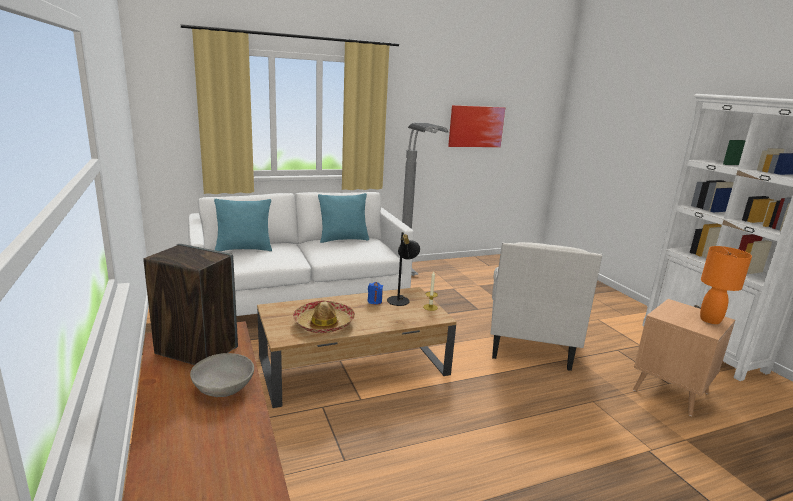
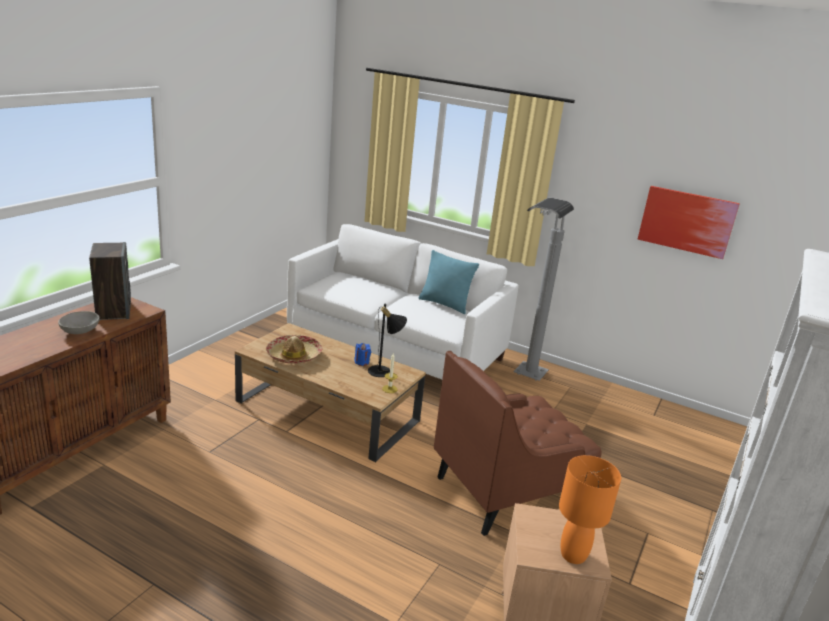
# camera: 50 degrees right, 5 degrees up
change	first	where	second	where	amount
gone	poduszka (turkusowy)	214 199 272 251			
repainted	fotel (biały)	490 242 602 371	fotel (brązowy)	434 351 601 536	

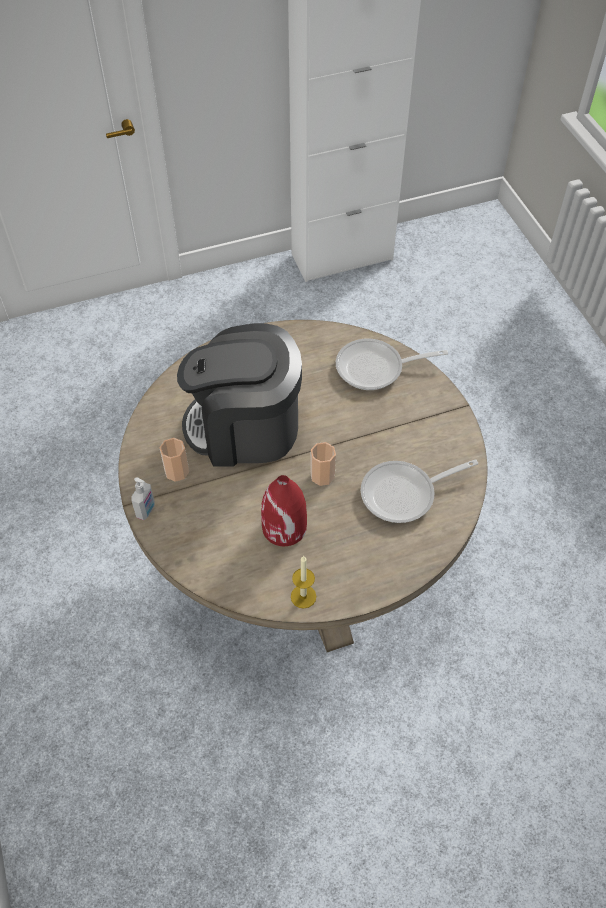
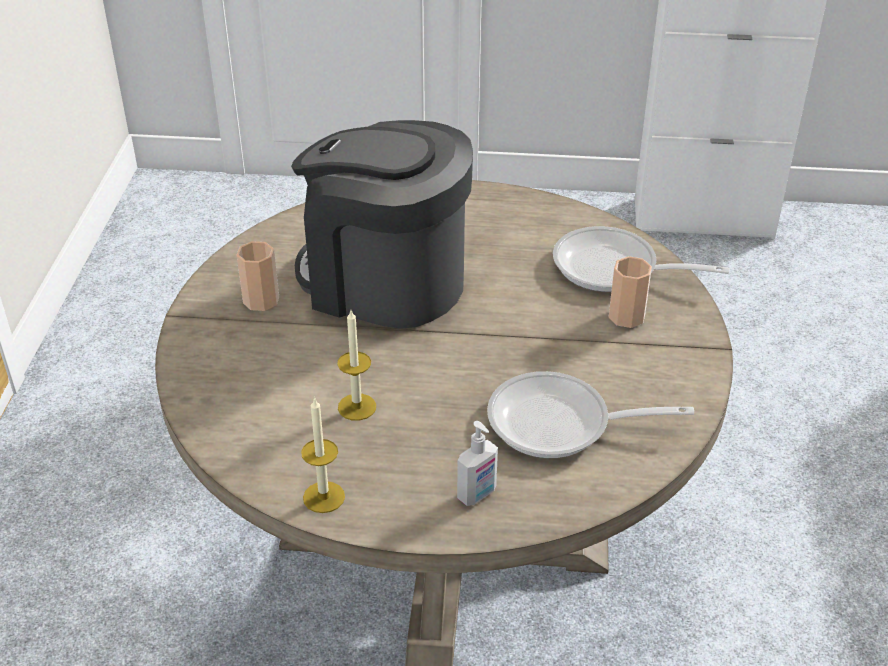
# camera: 25 degrees right, 15 degrees down
change	first	where	second	where	amount
shifted	dozownik mydła	131 477 155 520		457 421 498 506	
swapped	wazon (czerwony)	261 475 307 546	świeca	337 310 376 420	
shifted	filiżanka	310 442 336 486		609 256 652 328	

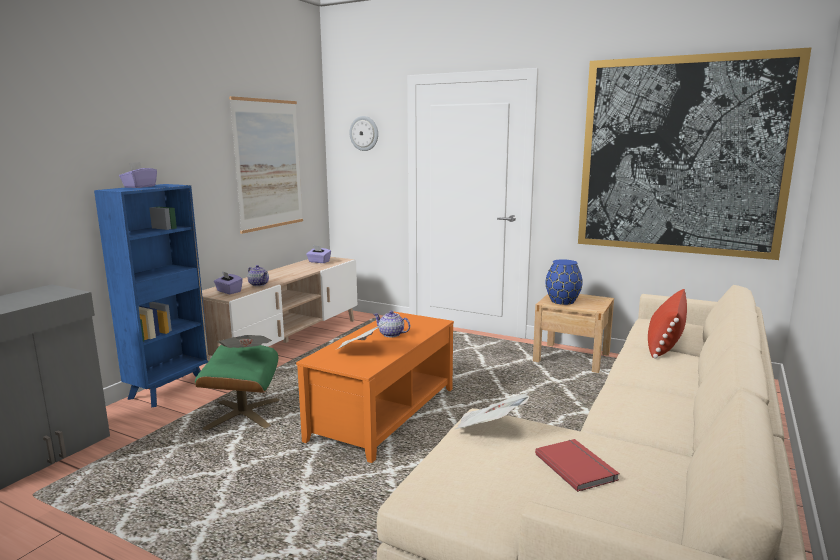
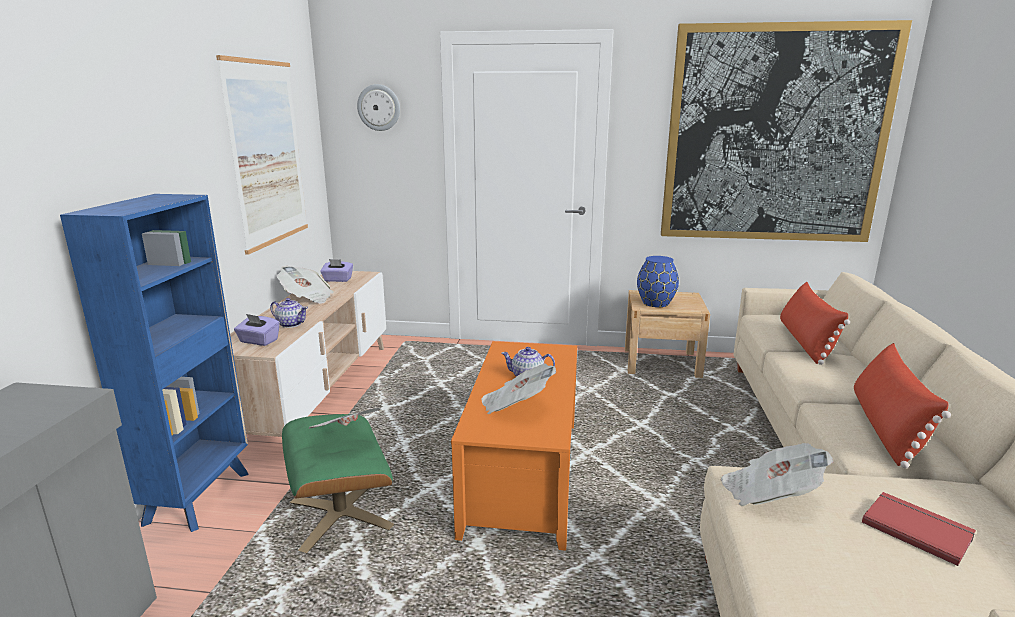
# camera: 20 degrees left, 5 degrees up
change	first	where	second	where	amount
gone	pudełko chusteczek (fioletowy)	119 162 157 188			
new			gazeta	277 266 334 304	
new			poduszka (czerwony)	854 343 951 468	

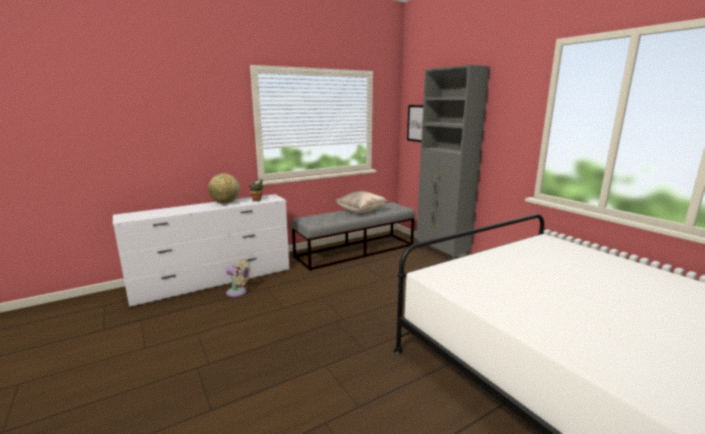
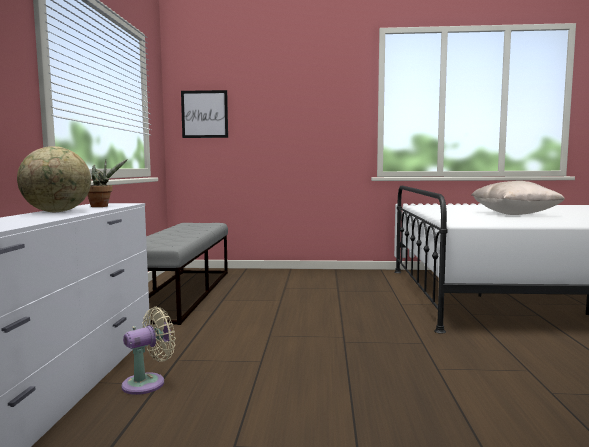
# camera: 55 degrees left, 10 degrees down
change	first	where	second	where	amount
shifted	poduszka (beżowy)	336 191 387 213		471 181 565 215	
gone	szafka (szary)	416 65 490 259			

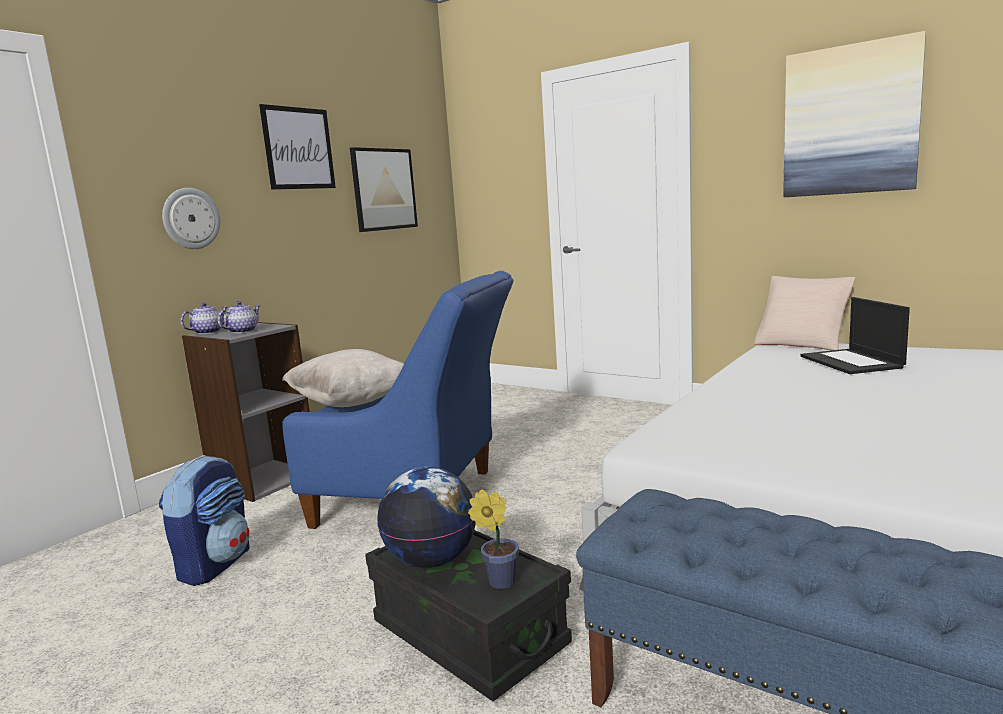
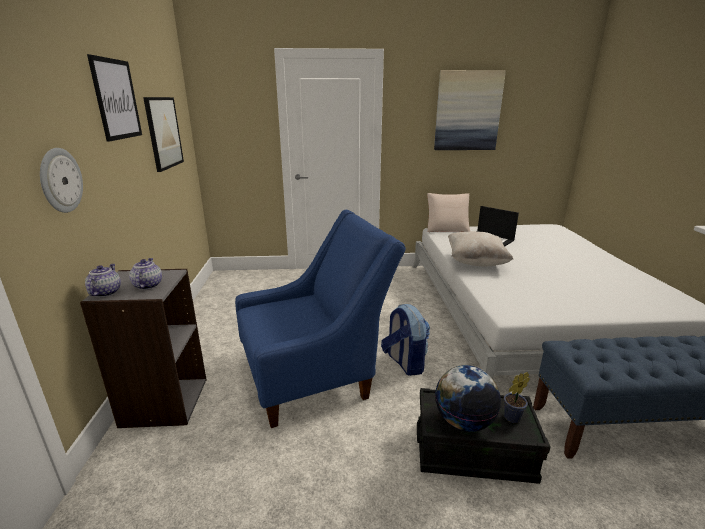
# camera: 40 degrees left, 10 degrees up
change	first	where	second	where	amount
shifted	plecak	159 455 250 586		381 304 430 376	
shifted	poduszka (beżowy)	282 349 404 407		448 231 513 266	

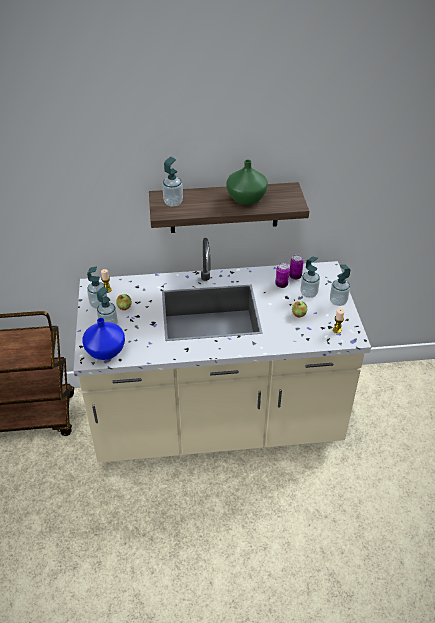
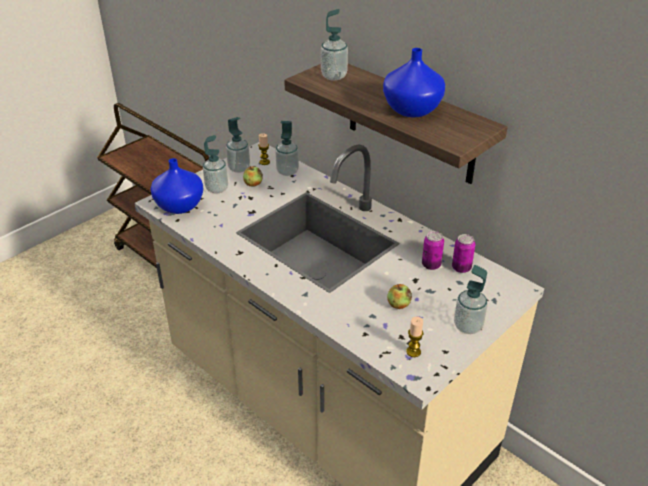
# camera: 50 degrees right, 5 degrees down
change	first	where	second	where	amount
repainted	wazon (zielony)	227 160 268 205	wazon (niebieski)	383 48 445 117	
shifted	dozownik mydła	300 257 320 298		275 121 299 176	

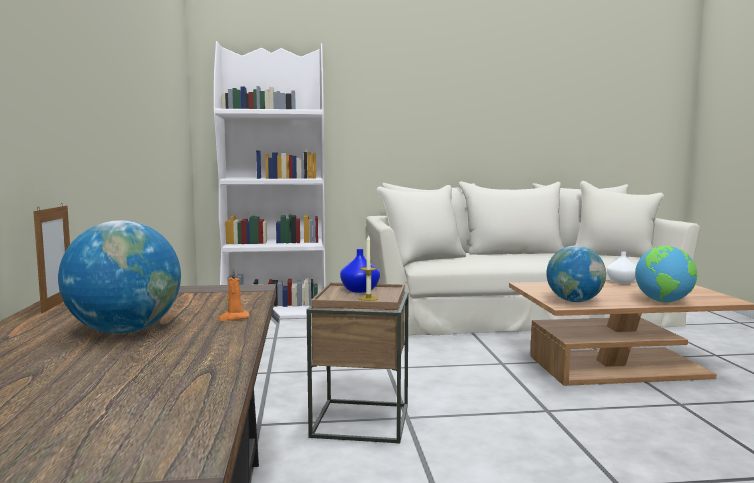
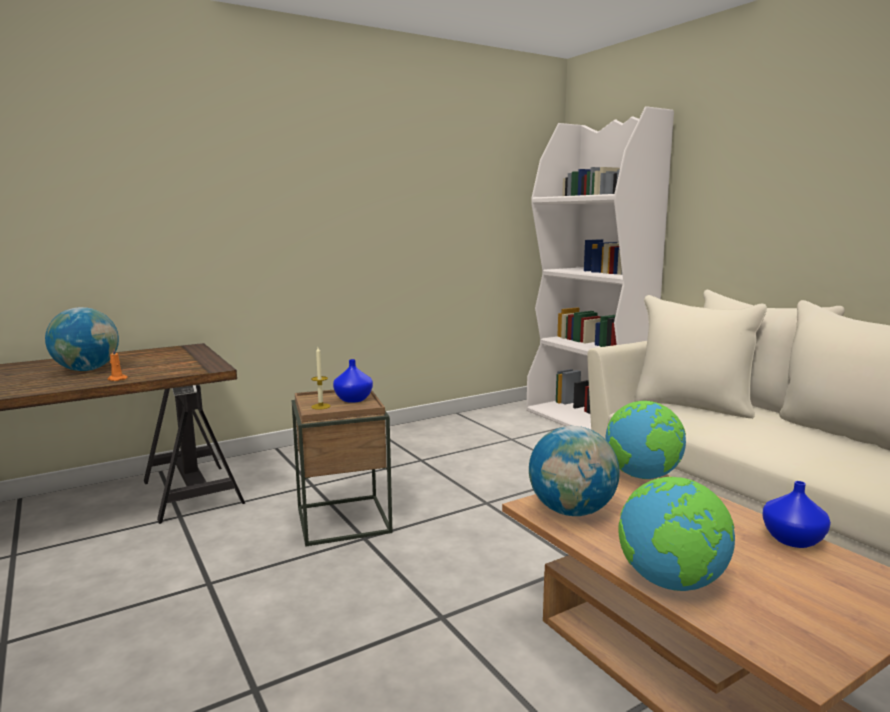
# camera: 65 degrees right, 5 degrees up
change	first	where	second	where	amount
gone	ramka na zdjęcie	33 204 70 313			
repainted	wazon (biały)	607 251 636 284	wazon (niebieski)	762 481 831 548	
new			globus	606 401 686 479	

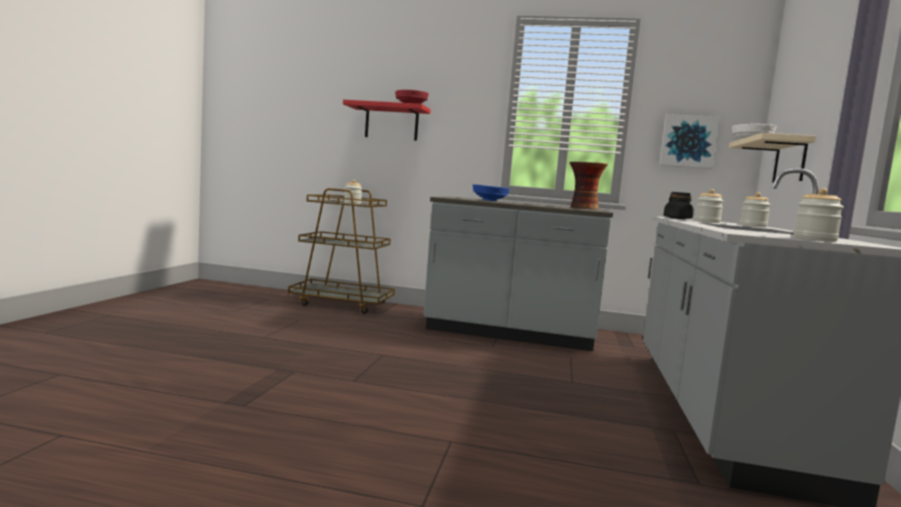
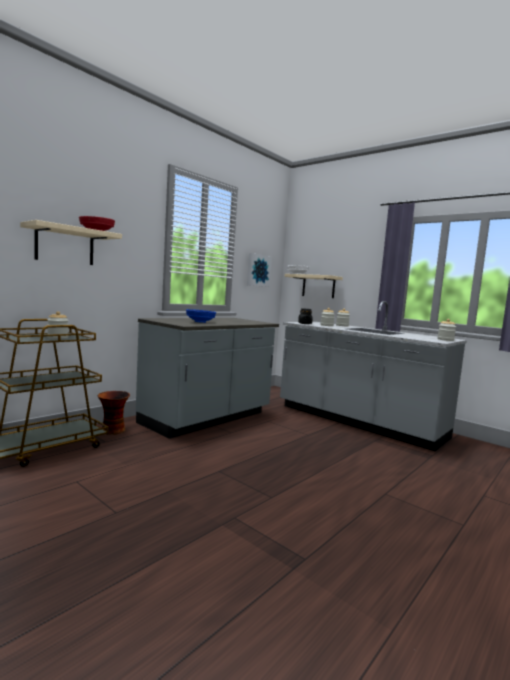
# camera: 60 degrees left, 0 degrees up
change	first	where	second	where	amount
repainted	półka (czerwony)	343 99 431 141	półka (beżowy)	20 220 122 265	
shifted	wazon	569 162 608 210		98 391 130 435	

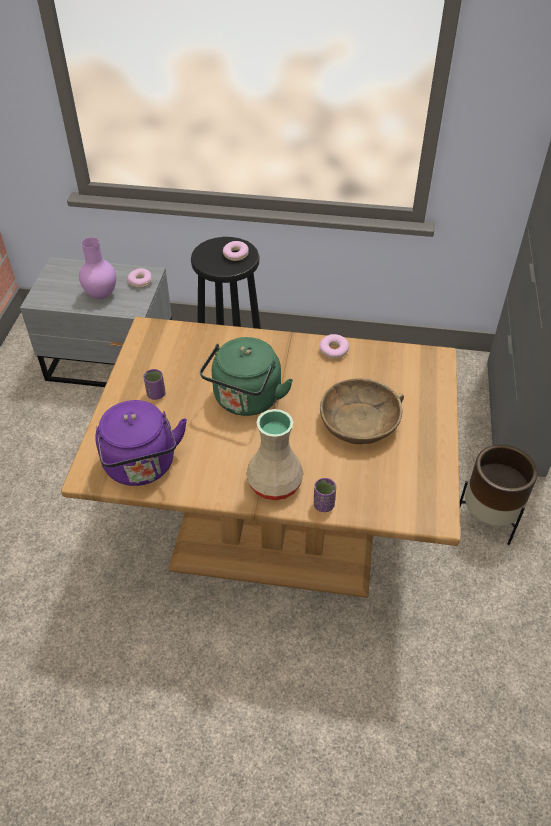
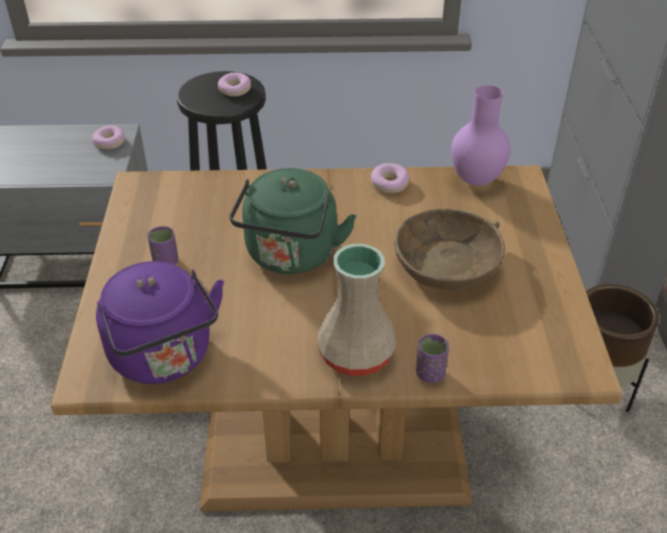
# camera: 10 degrees left, 5 degrees down
change	first	where	second	where	amount
shifted	wazon (fioletowy)	79 237 116 299		451 85 511 186	

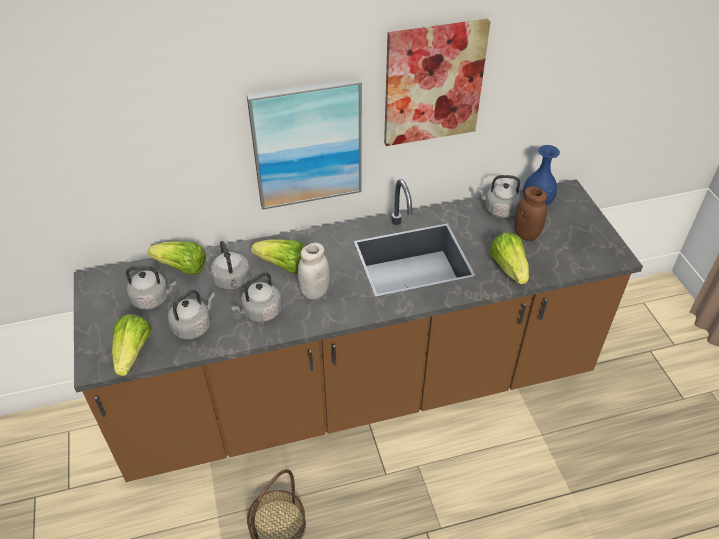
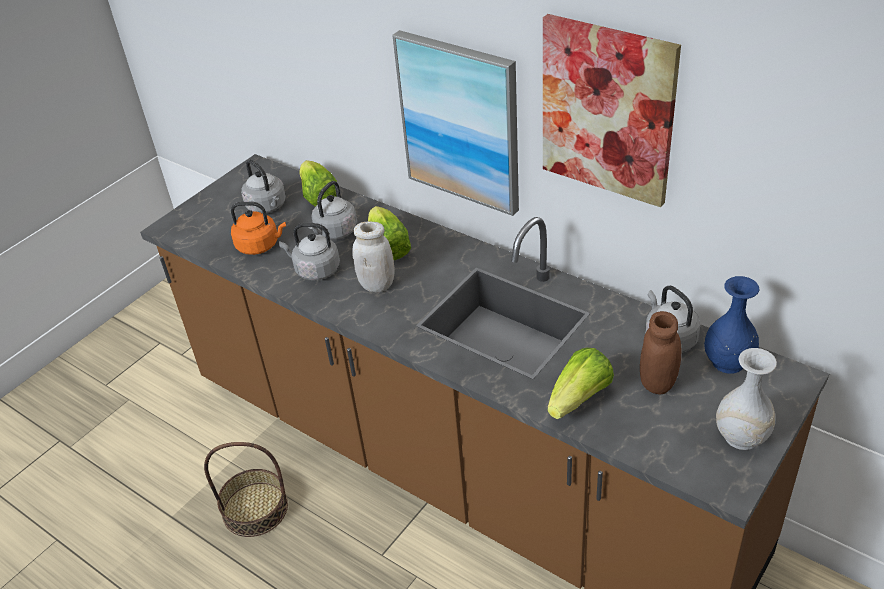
# camera: 55 degrees right, 5 degrees down
change	first	where	second	where	amount
gone	sałata	112 314 151 376			
repainted	czajnik (szary)	168 290 215 340	czajnik (pomarańczowy)	231 202 286 255	
new			wazon (biały)	716 348 777 450	

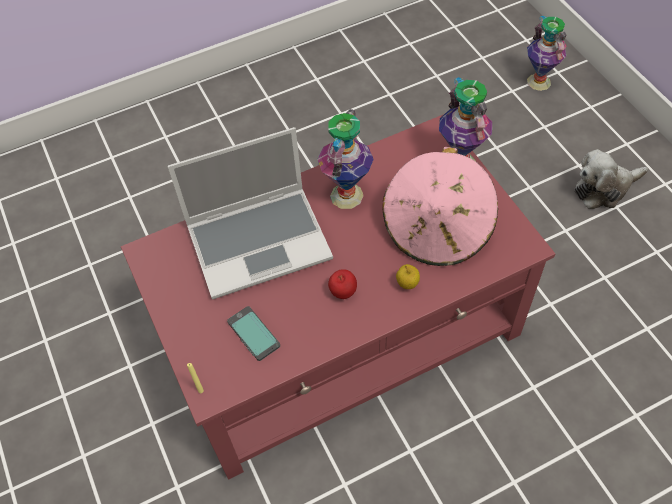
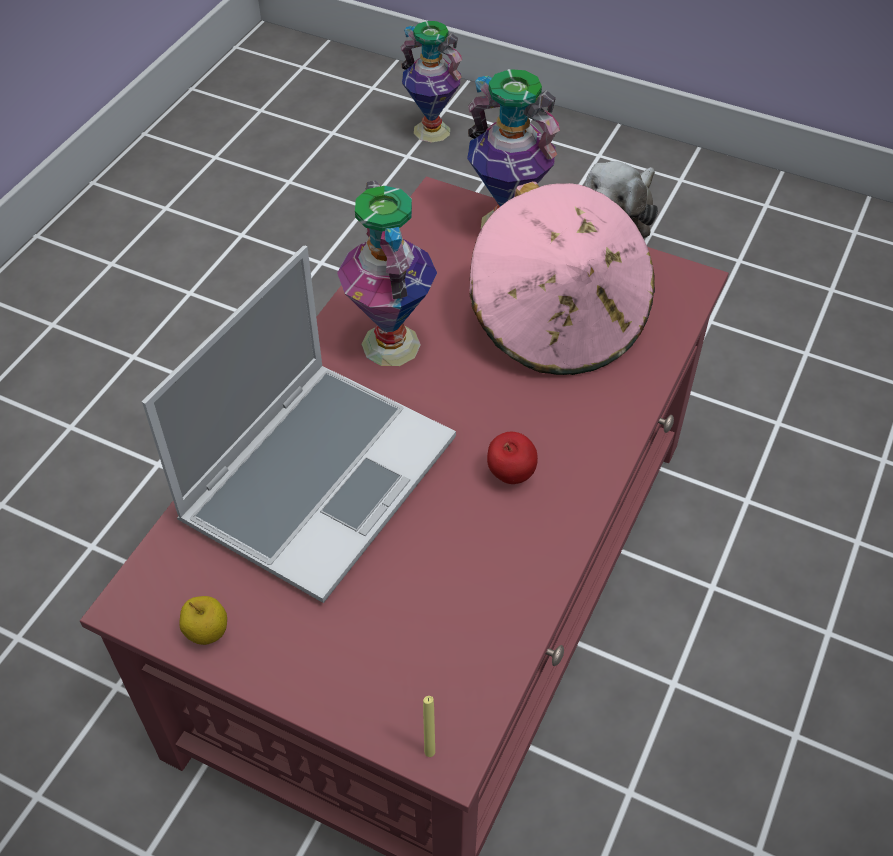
# camera: 40 degrees left, 5 degrees down
change	first	where	second	where	amount
gone	telefon	227 306 280 361			
shifted	jabłko	396 264 420 289		179 596 227 645	

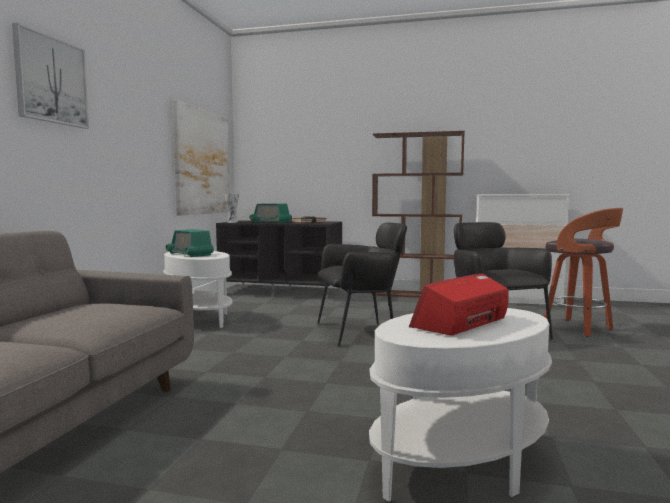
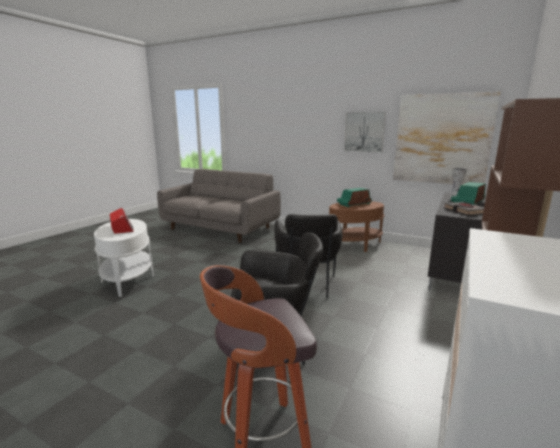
# camera: 105 degrees right, 10 degrees up
change	first	where	second	where	amount
shifted	obraz	12 23 89 129		344 111 386 153	
repainted	stolik (biały)	163 251 232 328	stolik (brązowy)	329 201 385 252	

